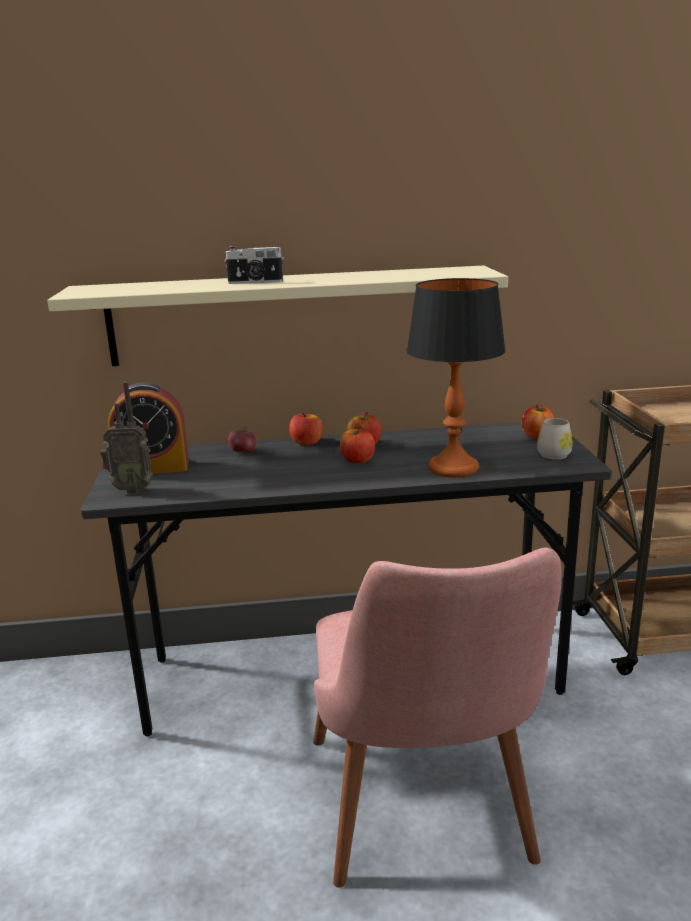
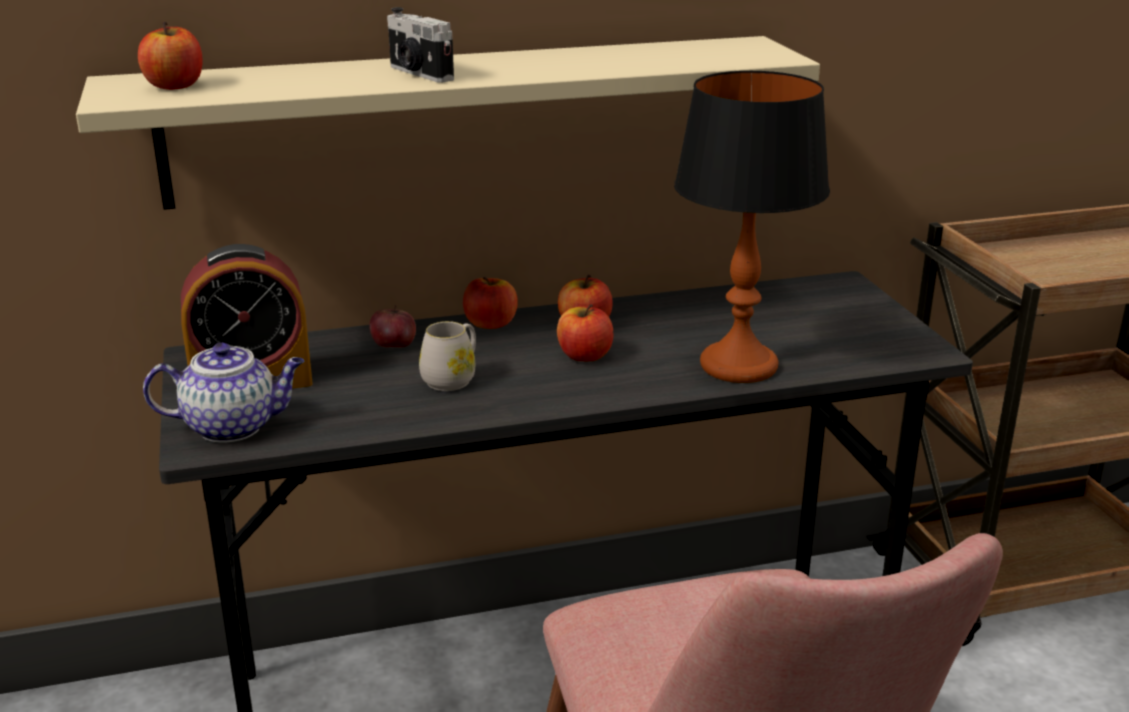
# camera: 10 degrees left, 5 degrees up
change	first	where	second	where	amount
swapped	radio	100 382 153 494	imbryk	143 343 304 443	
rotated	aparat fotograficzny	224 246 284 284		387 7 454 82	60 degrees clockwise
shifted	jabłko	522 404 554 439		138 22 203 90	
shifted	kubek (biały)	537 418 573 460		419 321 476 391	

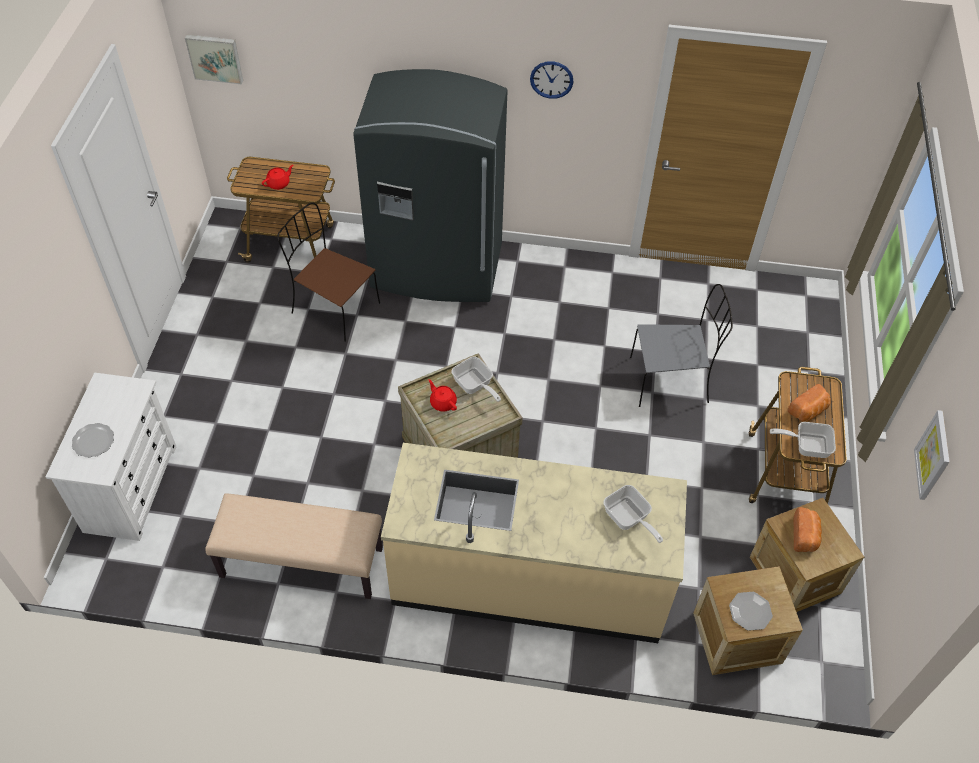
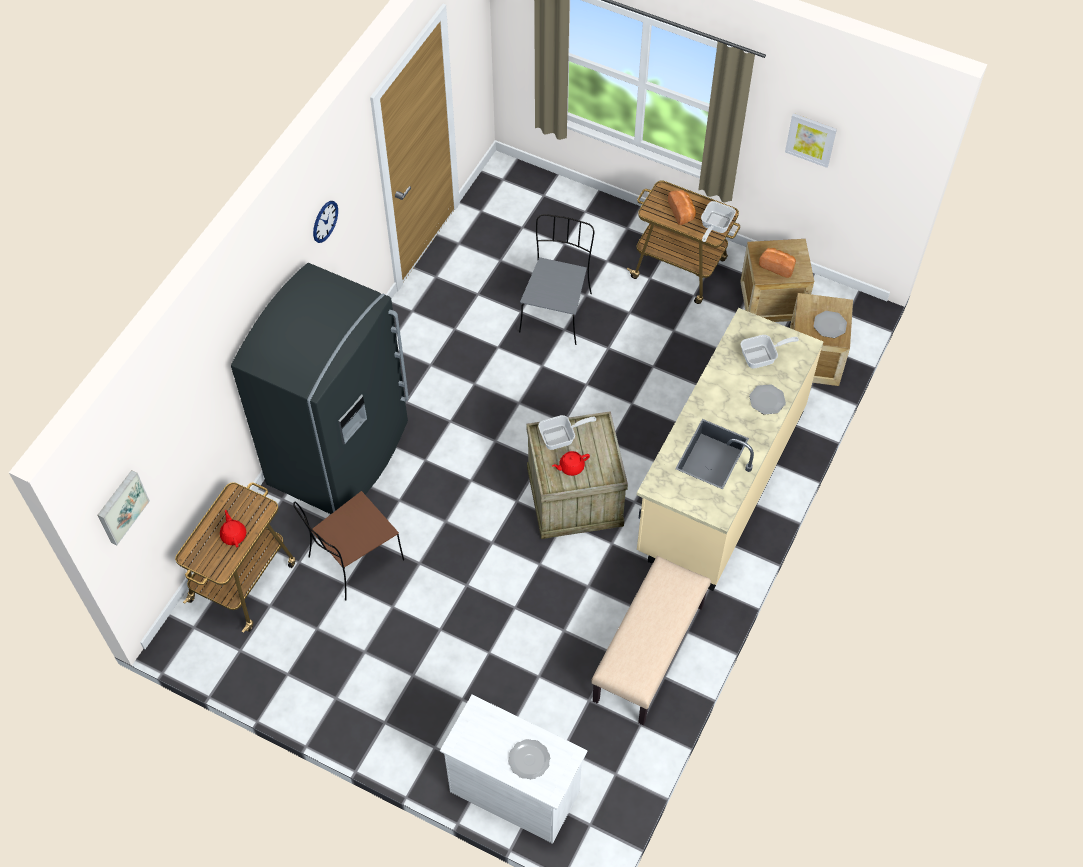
# camera: 70 degrees left, 5 degrees up
change	first	where	second	where	amount
new			talerz	749 384 786 415	

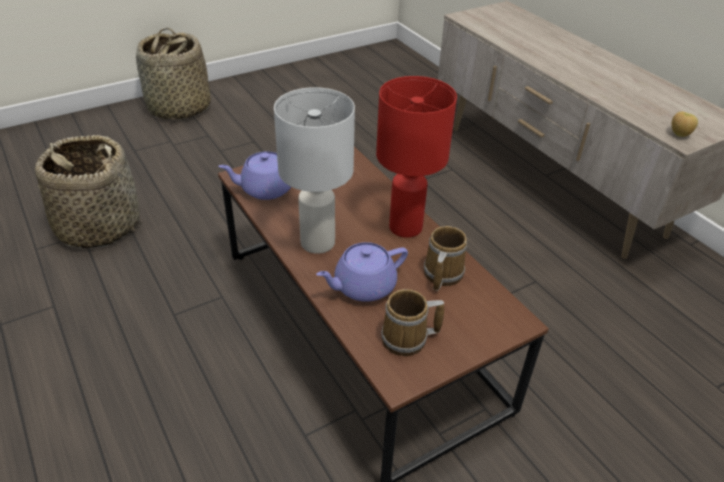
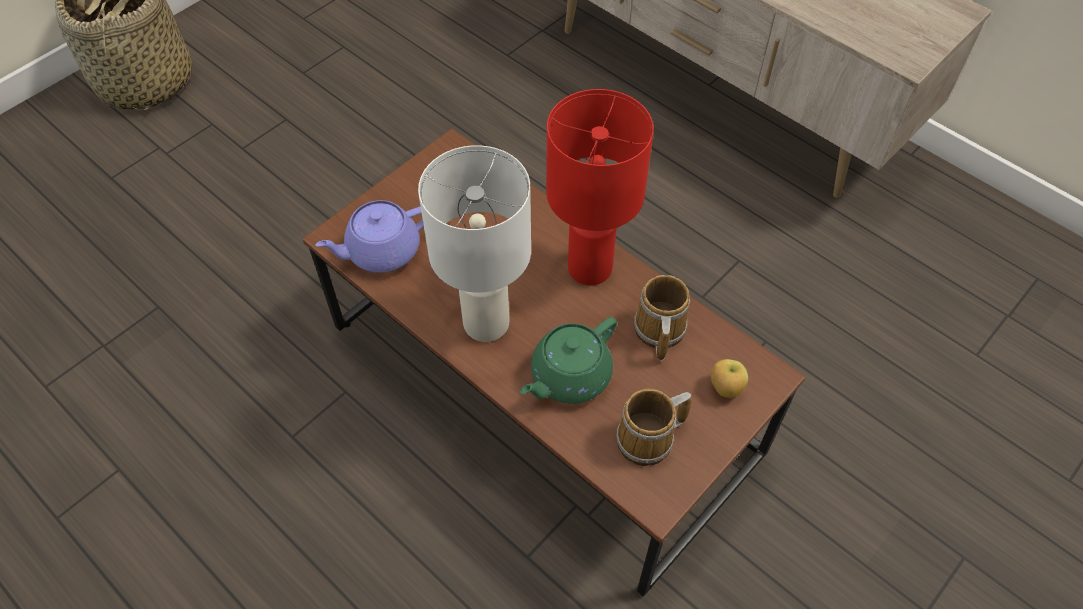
# camera: 15 degrees left, 15 degrees up
change	first	where	second	where	amount
gone	koszyk	35 135 142 249			
repainted	imbryk (fioletowy)	316 242 408 302	imbryk (zielony)	520 317 617 404	
shifted	jabłko	672 111 698 137		711 359 748 398	

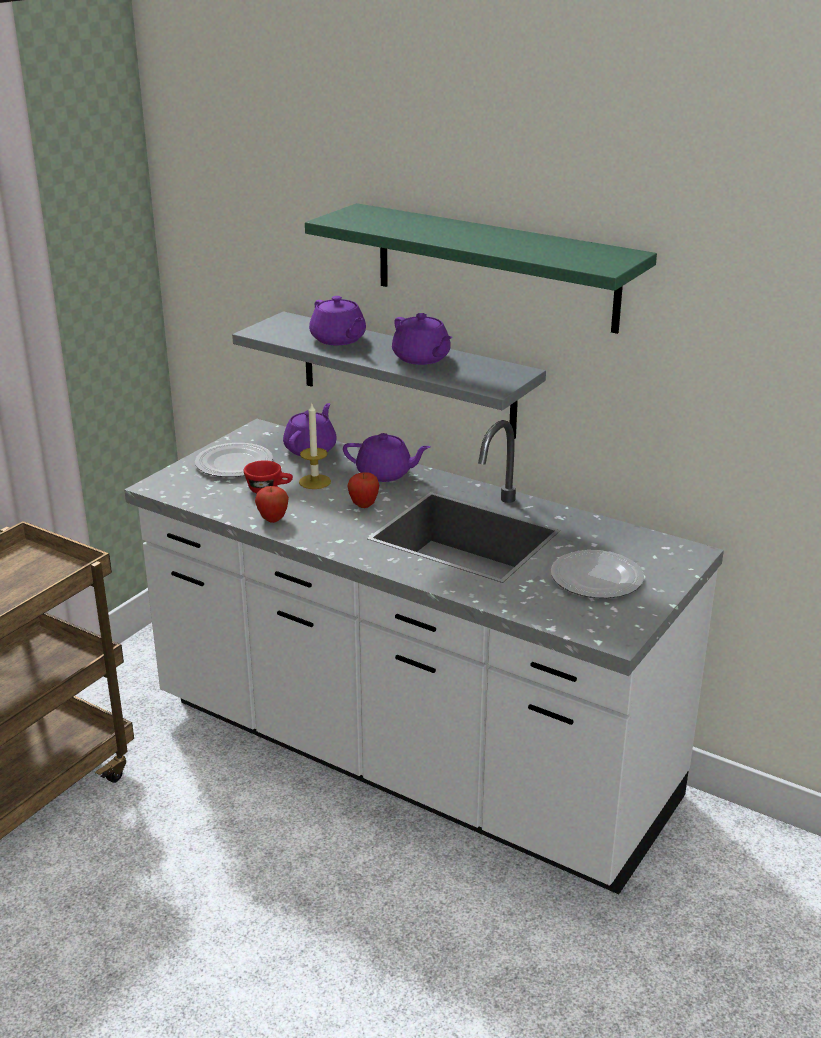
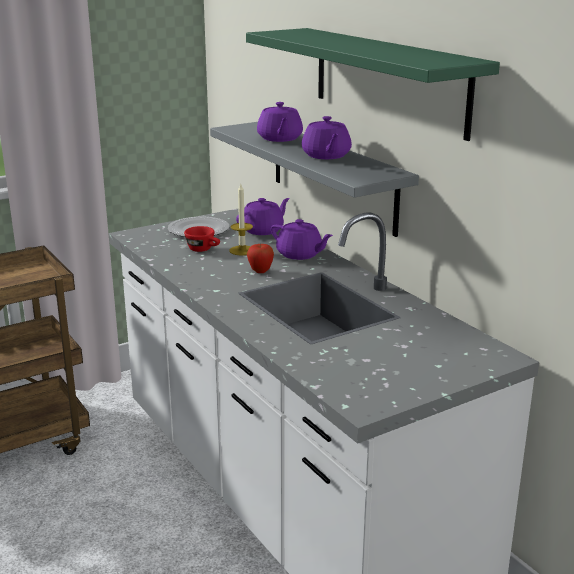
# camera: 25 degrees right, 5 degrees down
change	first	where	second	where	amount
gone	jabłko	255 486 289 523			
gone	talerz	551 550 644 598			

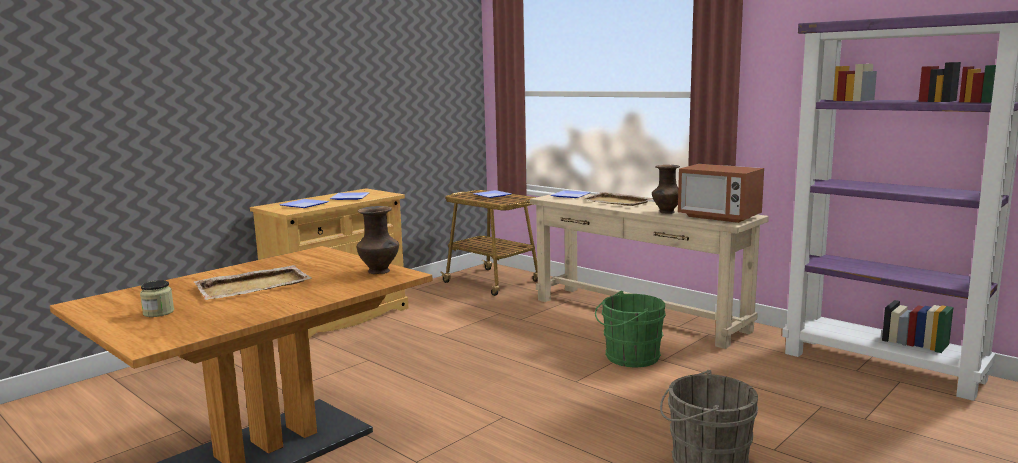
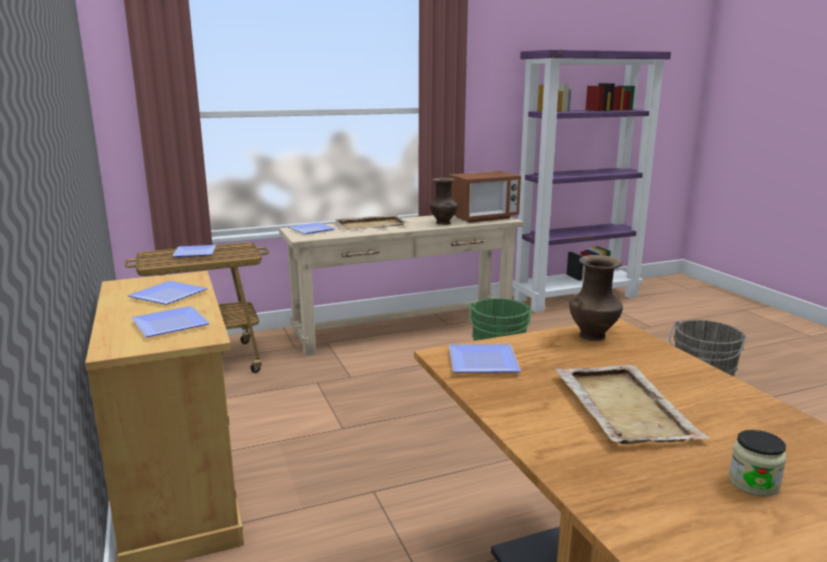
# camera: 65 degrees left, 5 degrees up
change	first	where	second	where	amount
new			talerz	449 344 521 373	

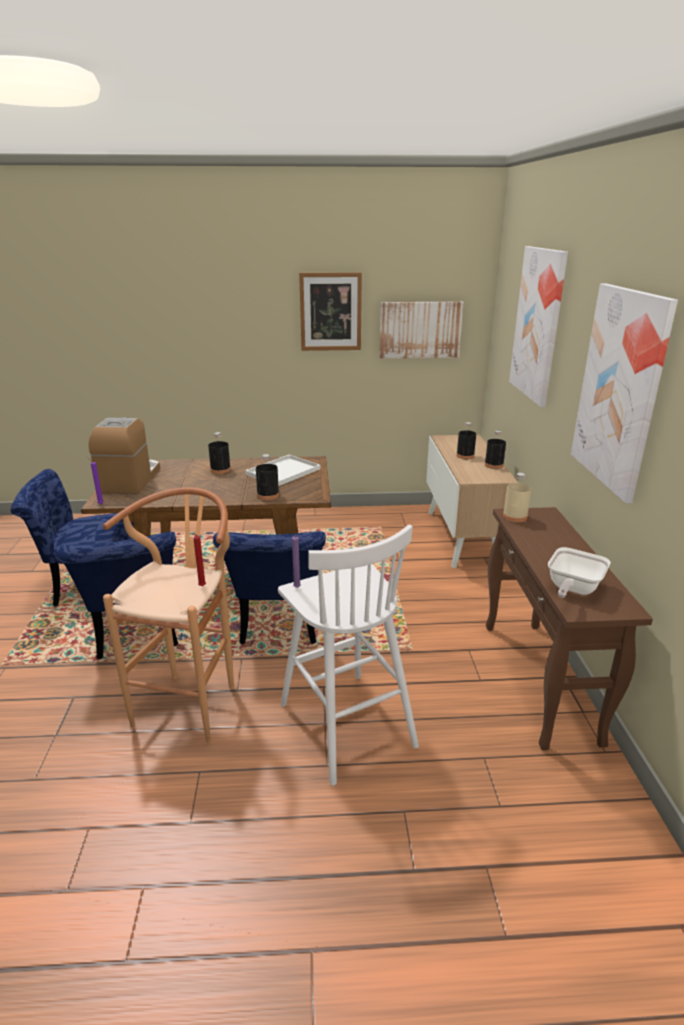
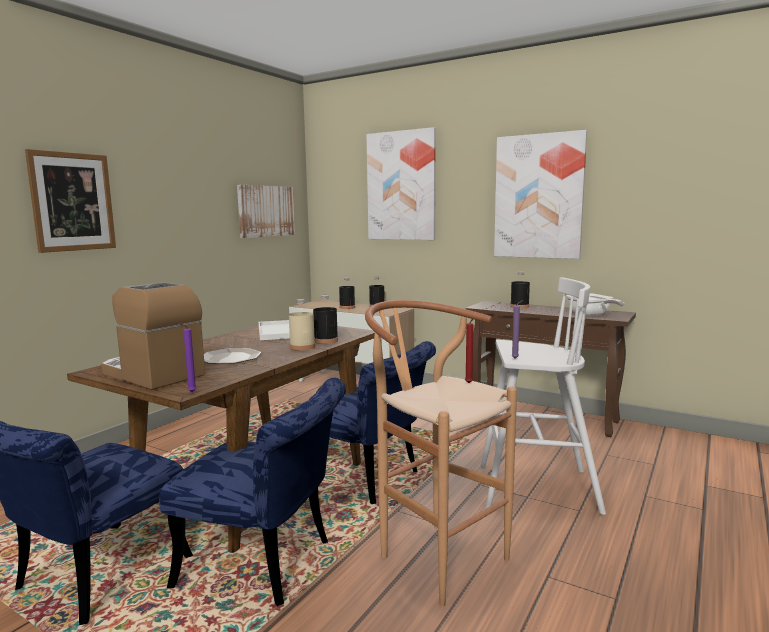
# camera: 55 degrees left, 15 degrees down
change	first	where	second	where	amount
shifted	butelka (czarny)	208 432 231 474		510 271 530 309	
shifted	obraz	299 272 362 351		25 149 116 253	
shifted	butelka (beżowy)	503 473 531 522		289 299 315 351	
new			talerz	204 348 261 364	

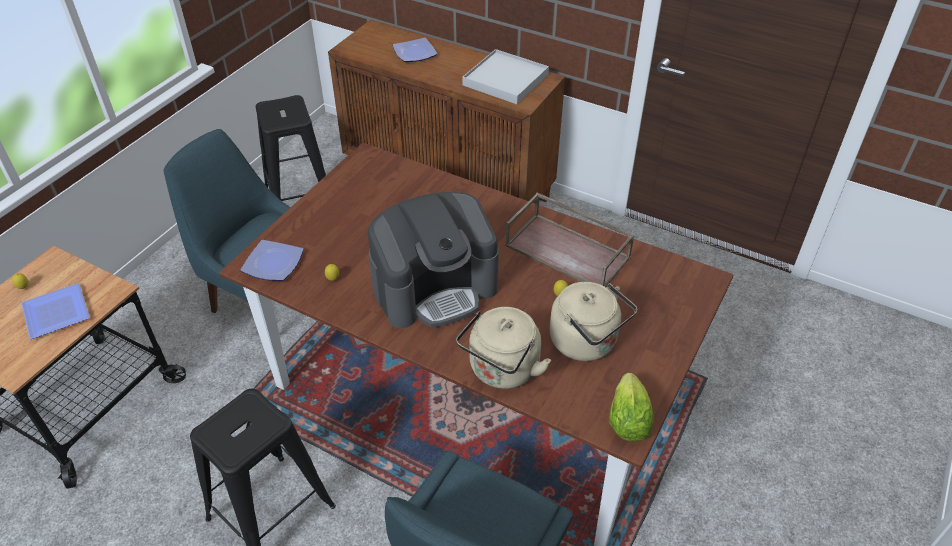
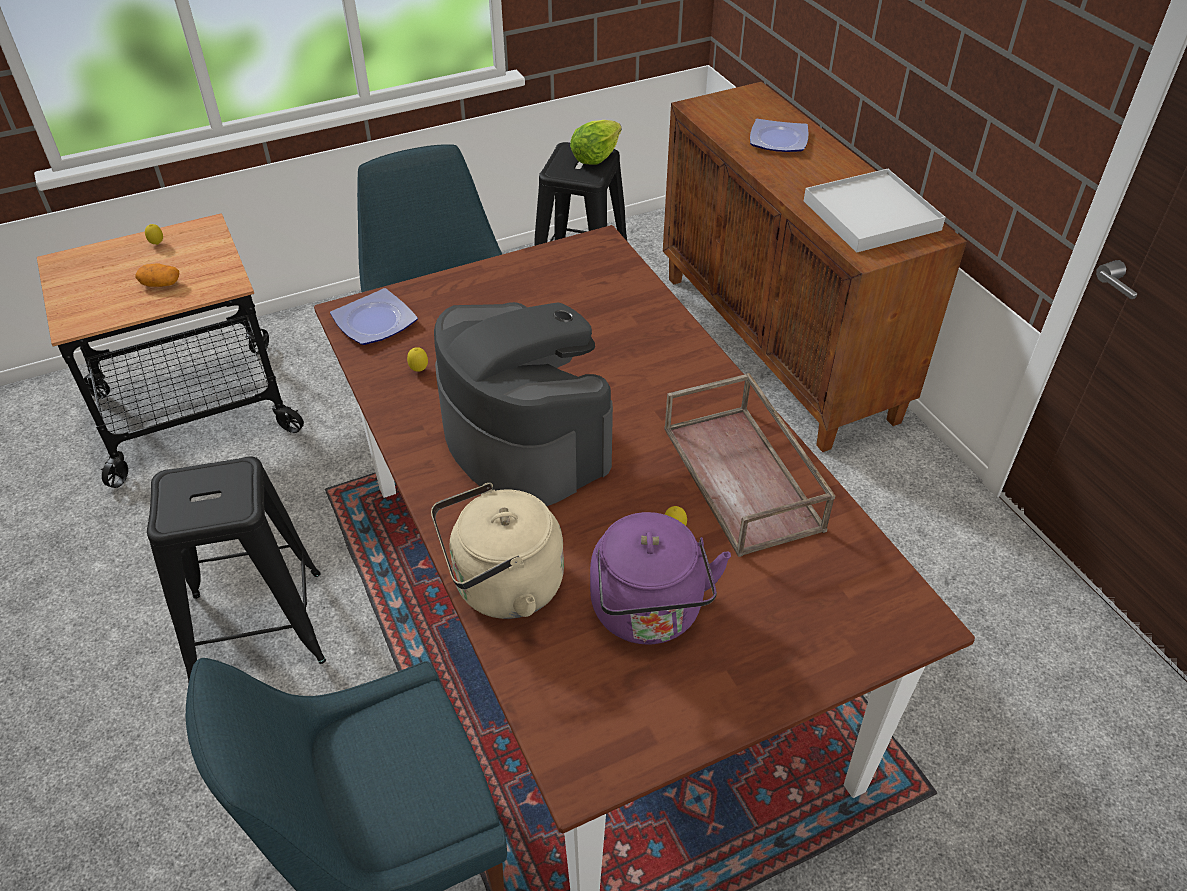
# camera: 35 degrees right, 0 degrees up
change	first	where	second	where	amount
swapped	talerz	21 283 90 339	ziemniak	136 264 179 287	
rotated	ekspres do kawy	368 192 499 328		434 302 613 506	135 degrees counterclockwise
repainted	czajnik (beżowy)	550 282 637 361	czajnik (fioletowy)	590 512 731 644	
shifted	sałata	609 373 654 441		570 120 622 165	

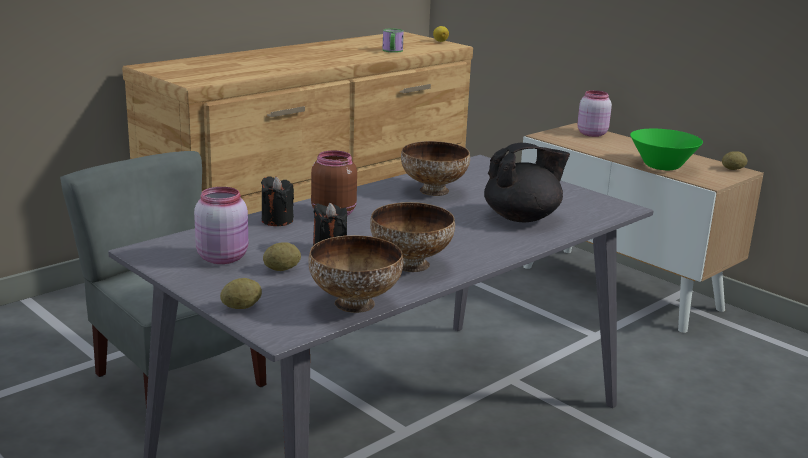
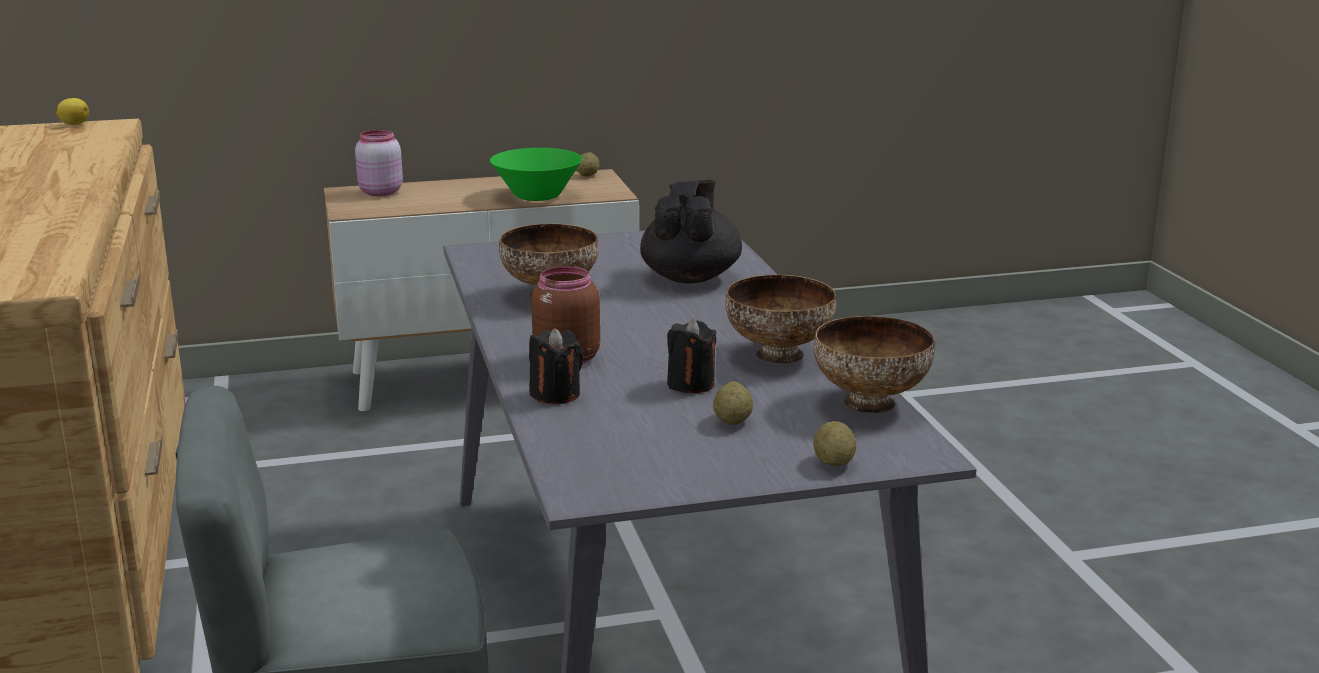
# camera: 60 degrees left, 0 degrees up
change	first	where	second	where	amount
gone	słoik (różowy)	194 187 248 264			
gone	kubek	382 28 404 53			

